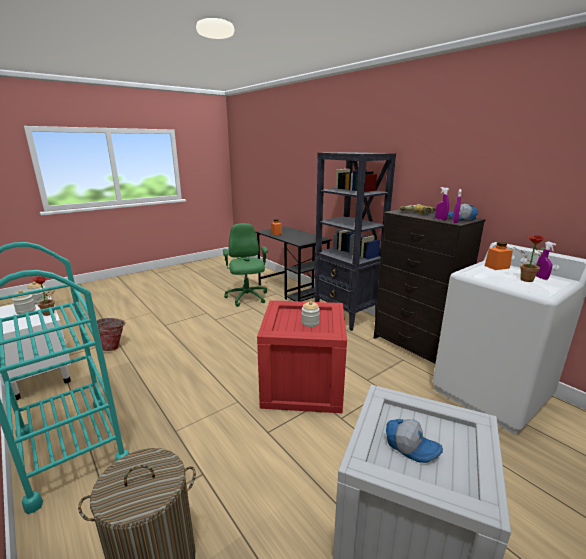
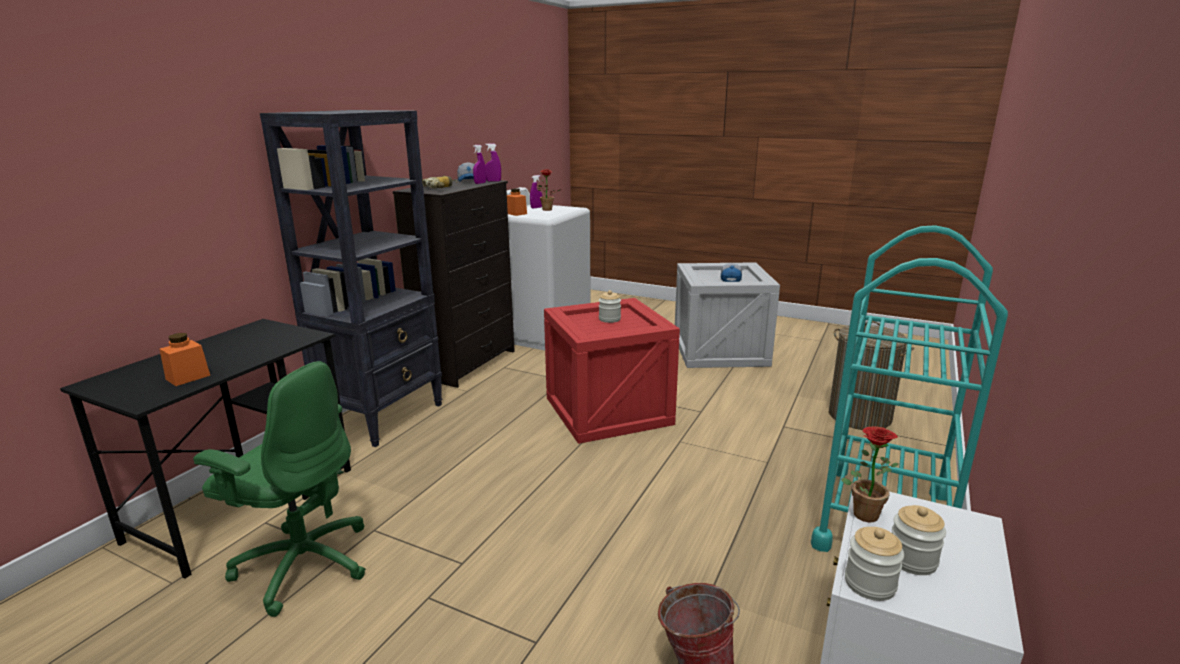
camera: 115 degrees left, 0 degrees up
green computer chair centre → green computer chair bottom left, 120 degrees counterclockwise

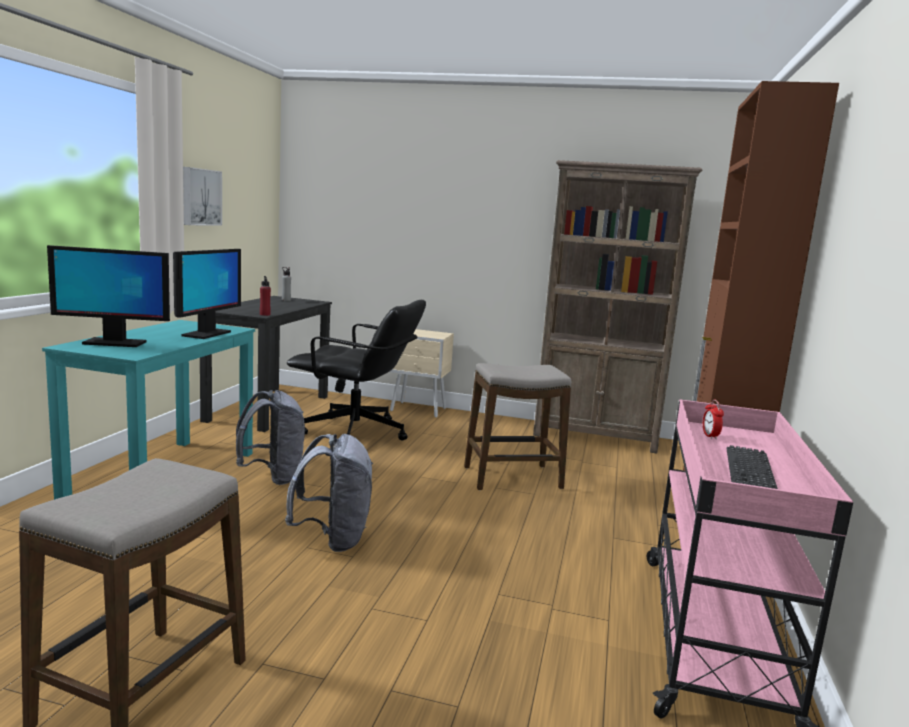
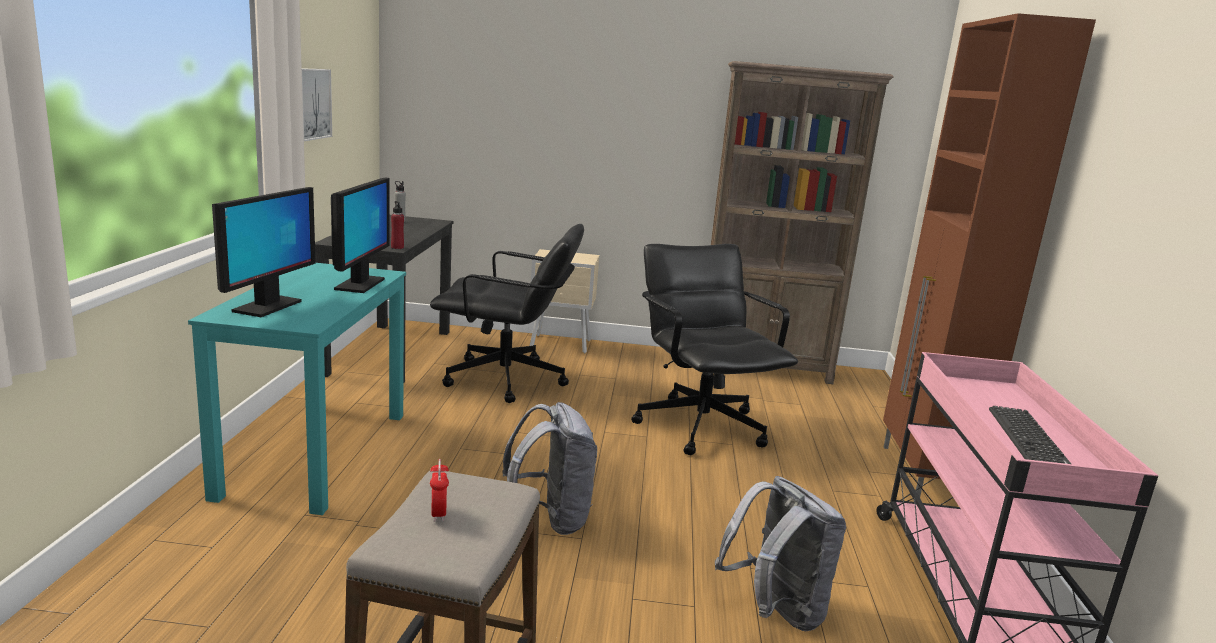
camera: 10 degrees left, 5 degrees up
computer screen (no. 1 from left) middle left, 60 degrees counterclockwise
gray knapsack (no. 1 from left in the first image) middle left → gray knapsack (no. 2 from left) bottom centre, shifted
stool (no. 2 from left) centre → black computer chair (no. 2 from left) centre
alarm clock middle right → alarm clock bottom centre, shifted

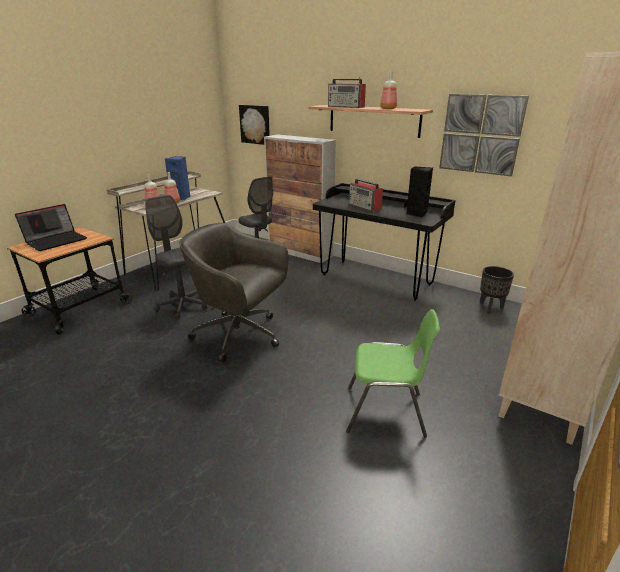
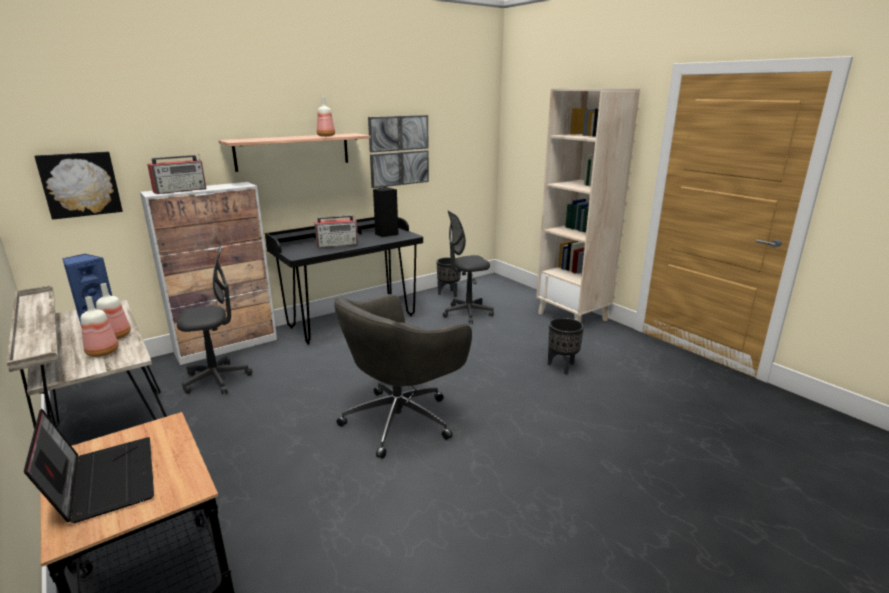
camera: 70 degrees left, 5 degrees down
gray computer chair (no. 1 from left in the first image) middle left → gray computer chair (no. 3 from left) centre, shifted
radio set (no. 1 from left) top centre → radio set (no. 1 from left) top left, shifted
green upright chair centre → black planter (no. 2 from left) centre

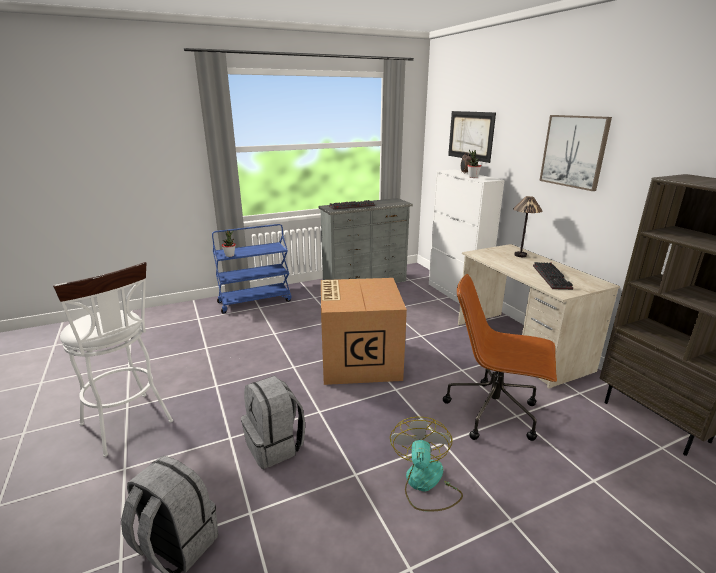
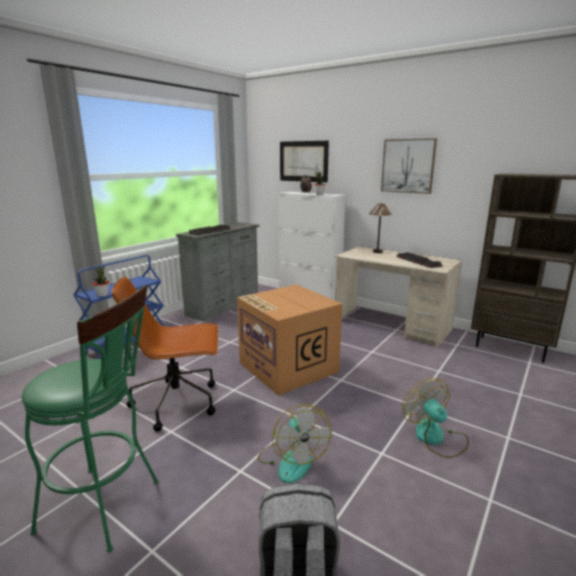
camera: 30 degrees left, 5 degrees down
white-coloured stool middle left → green stool bottom left
gray knapsack (no. 2 from left) bottom centre → fan (no. 1 from left) bottom centre
brown-coloured computer chair middle right → brown-coloured computer chair middle left, shifted

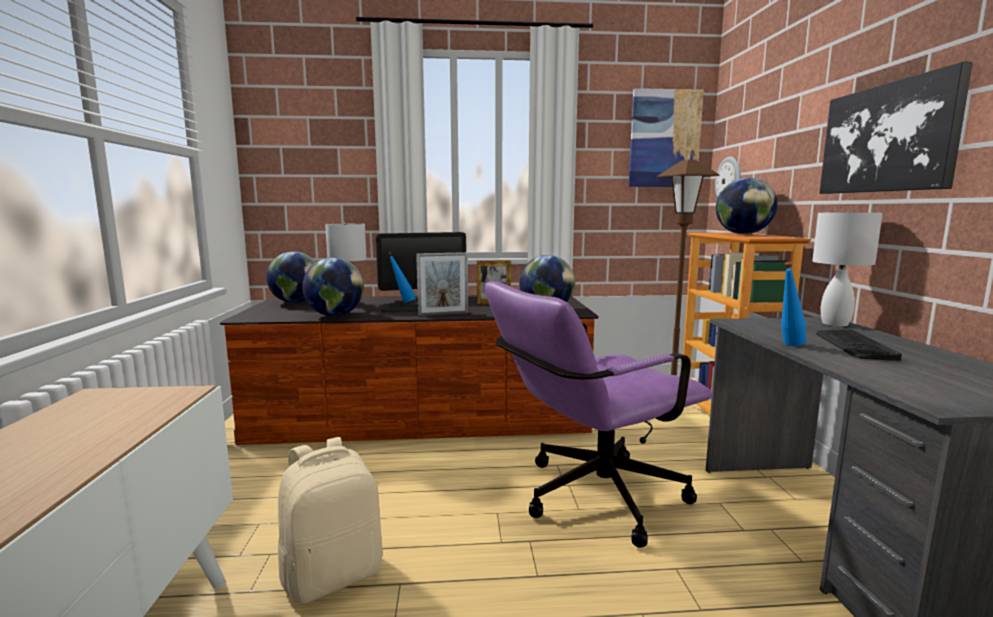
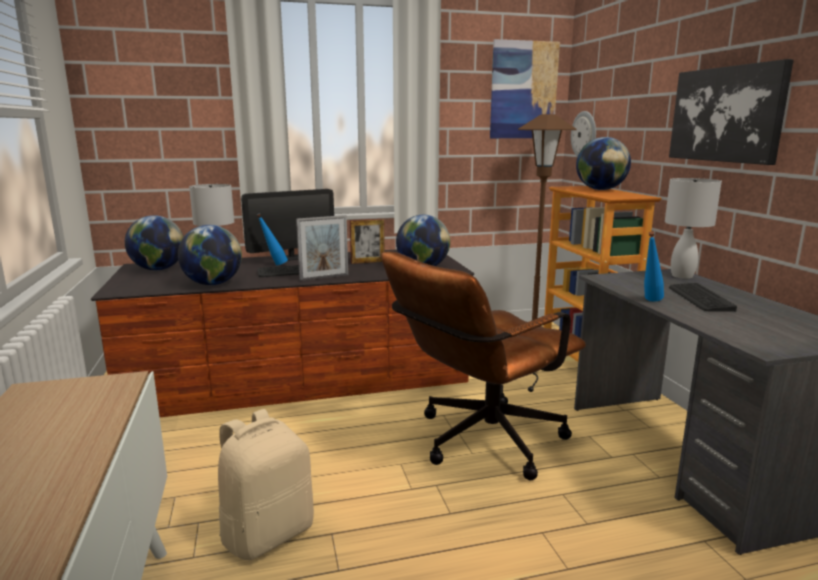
camera: 10 degrees left, 5 degrees up
purple-coloured computer chair bottom centre → brown-coloured computer chair centre

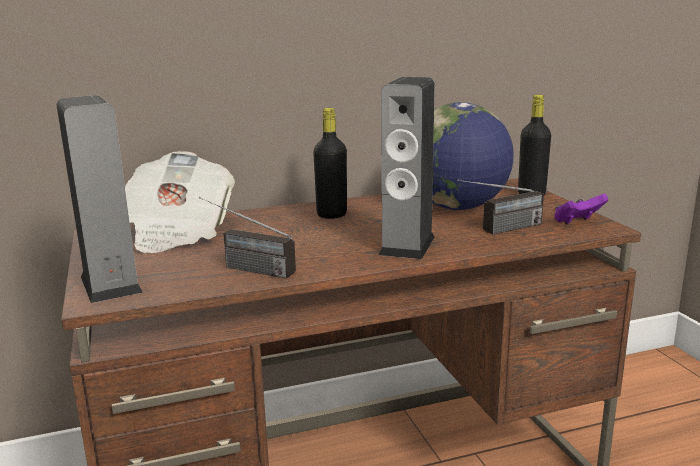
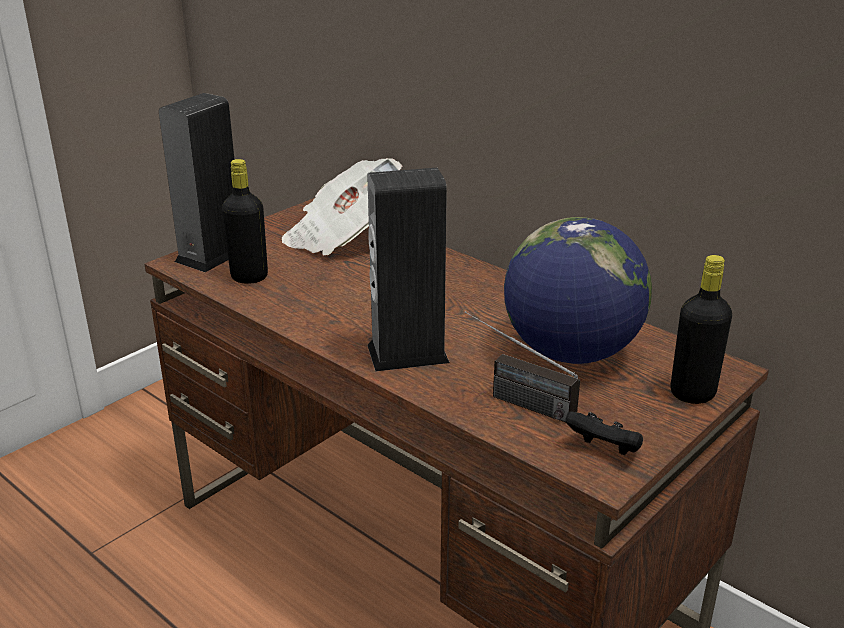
camera: 60 degrees right, 10 degrees up
radio set (no. 1 from left) centre → -
black drink bottle (no. 1 from left) centre → black drink bottle (no. 1 from left) middle left, shifted
purple-coloured gamepad middle right → black gamepad bottom right

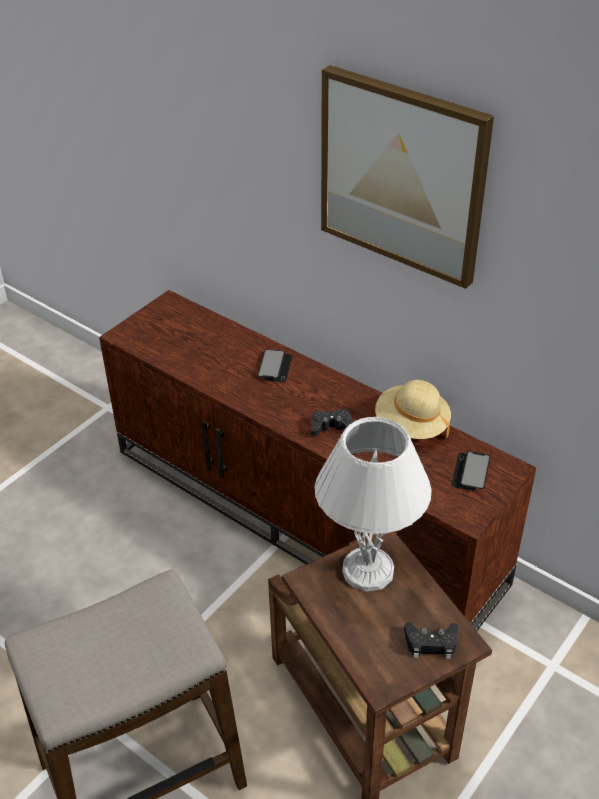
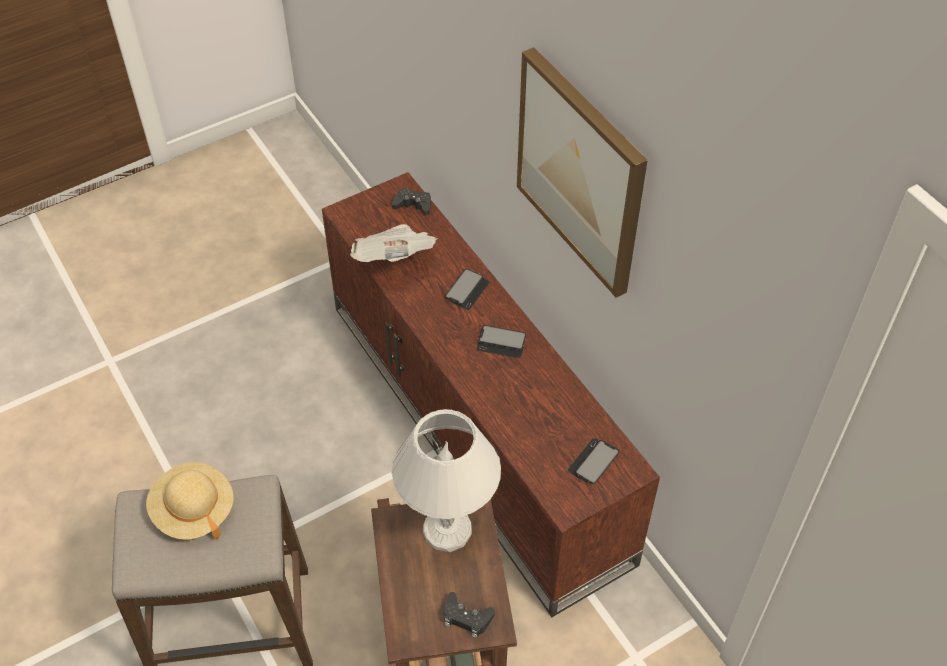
camera: 20 degrees right, 10 degrees up
black gamepad (no. 1 from left) centre → black gamepad (no. 1 from left) top centre, shifted
beige hat middle right → beige hat bottom left, shifted
- → printed paper centre
- → telephone (no. 2 from left) centre

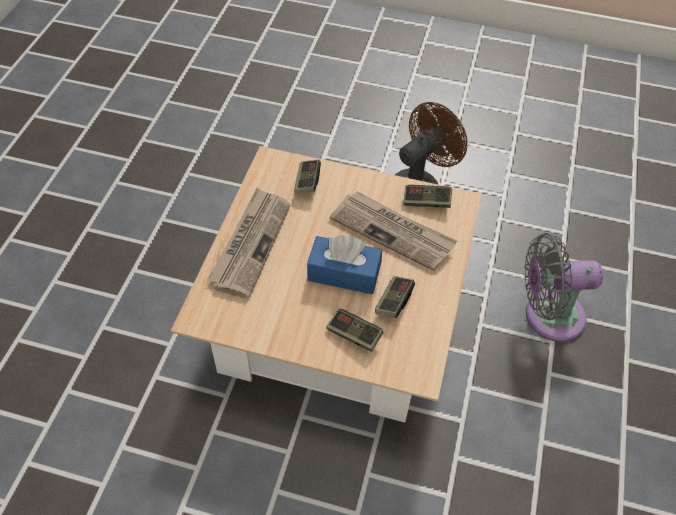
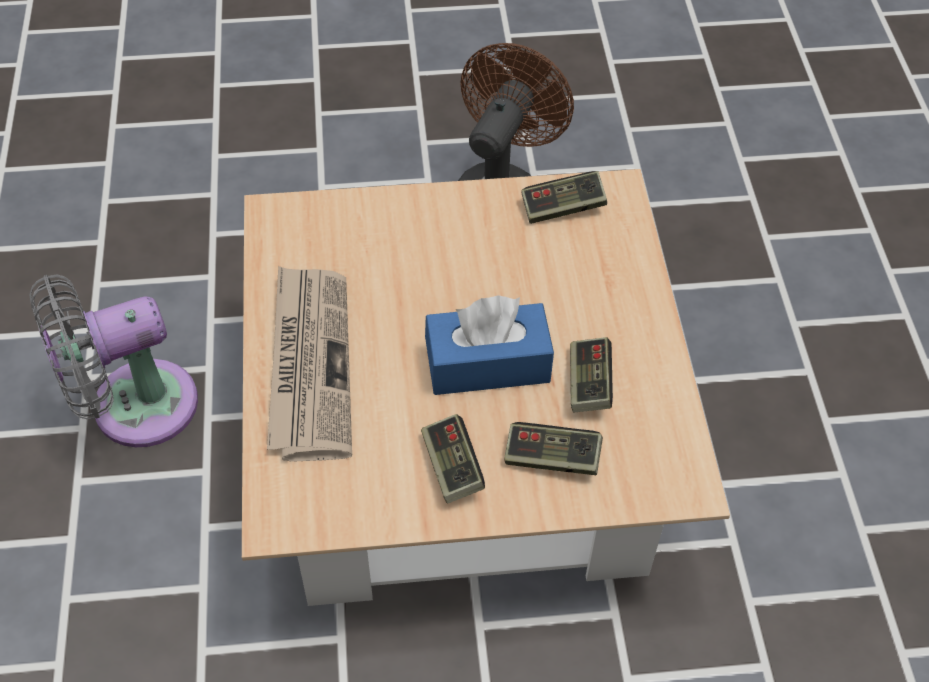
camera: 20 degrees left, 0 degrees up
gamepad (no. 1 from left) centre → gamepad (no. 1 from left) bottom centre, shifted
printed paper (no. 2 from left) centre → -
gray fan middle right → gray fan middle left, shifted

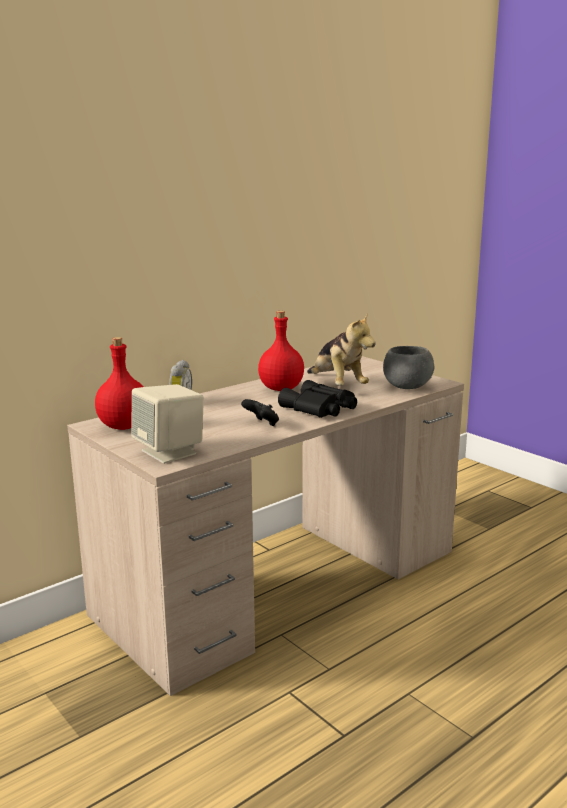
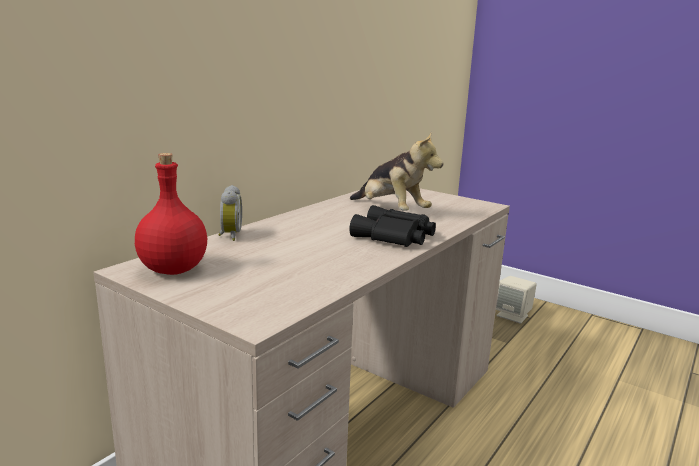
camera: 15 degrees left, 0 degrees up
beige audio speaker middle left → beige audio speaker middle right, shifted
black gamepad centre → -
red-coloured drink bottle (no. 2 from left) centre → -
gray bowl middle right → -

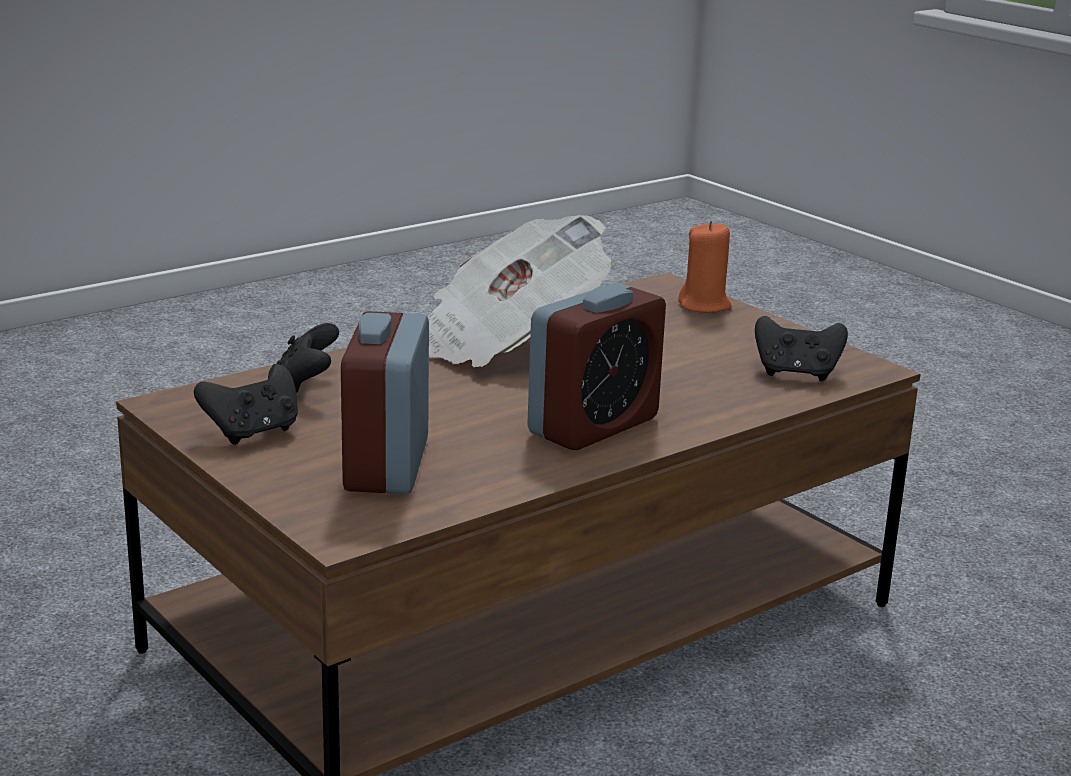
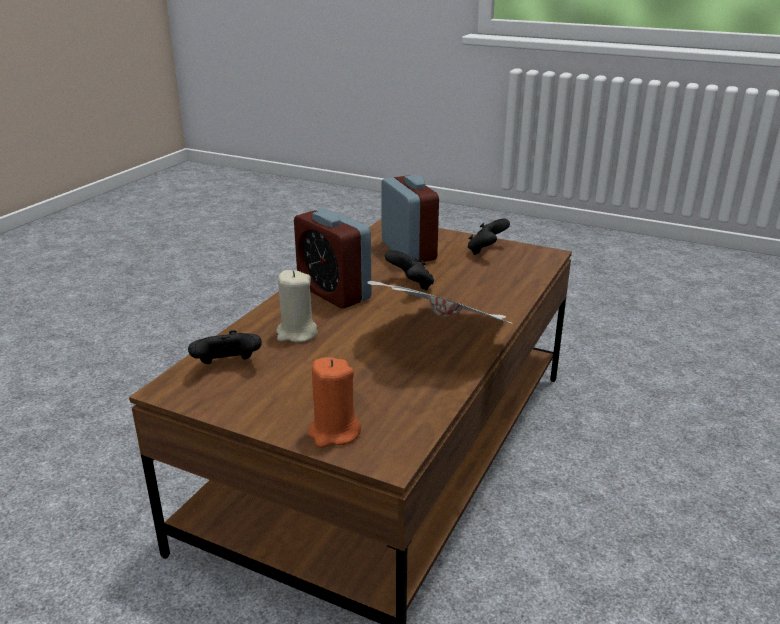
camera: 155 degrees right, 5 degrees up
black gamepad (no. 2 from left) middle left → black gamepad (no. 2 from left) centre, shifted
alarm clock (no. 2 from left in the first image) centre → alarm clock (no. 1 from left) centre, 60 degrees counterclockwise
- → beige wax candle centre

